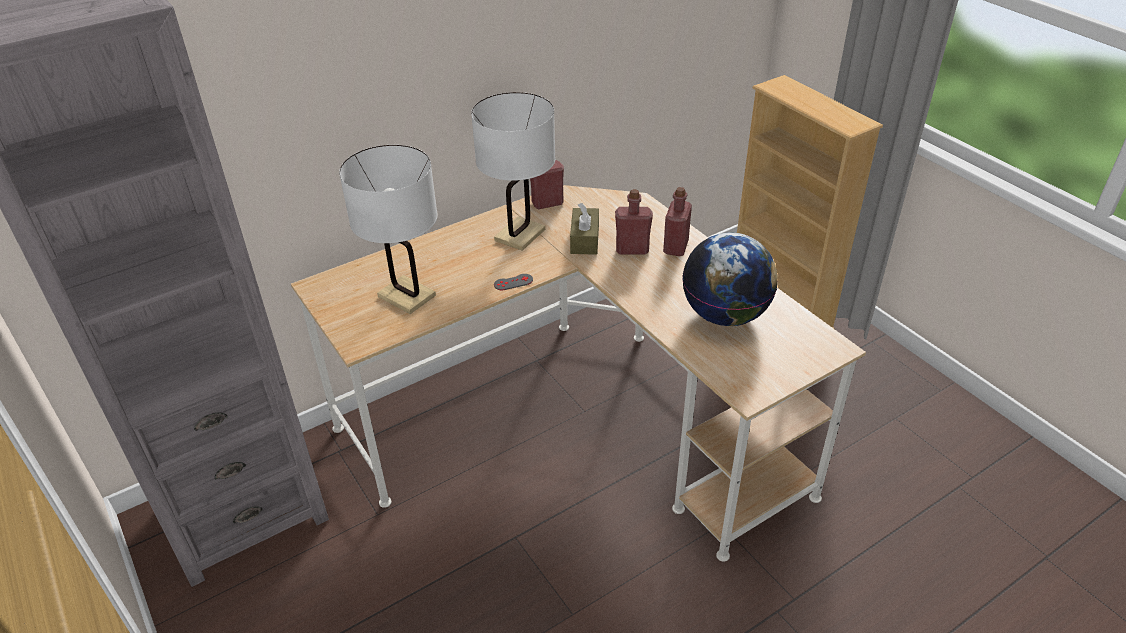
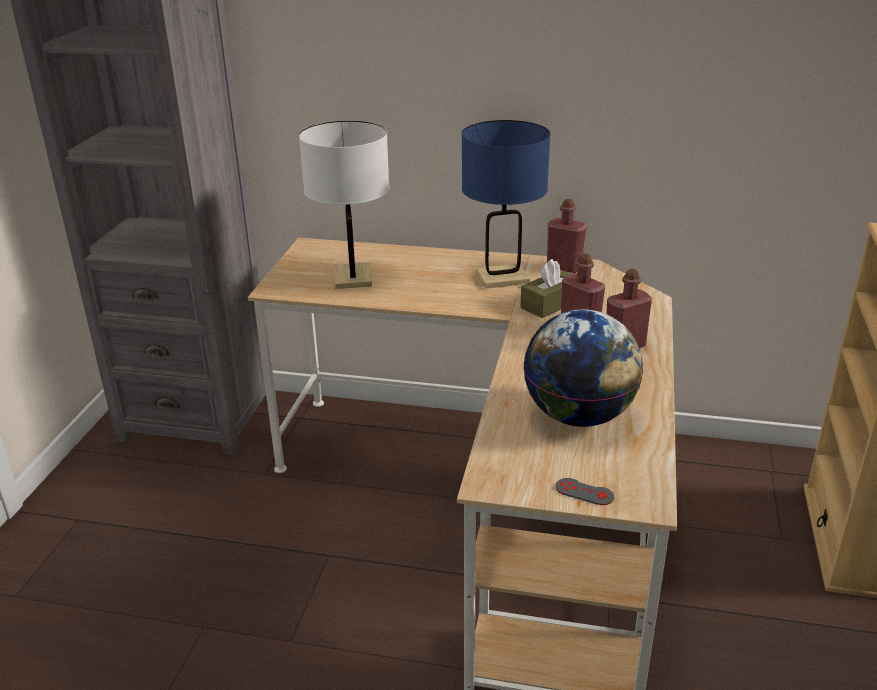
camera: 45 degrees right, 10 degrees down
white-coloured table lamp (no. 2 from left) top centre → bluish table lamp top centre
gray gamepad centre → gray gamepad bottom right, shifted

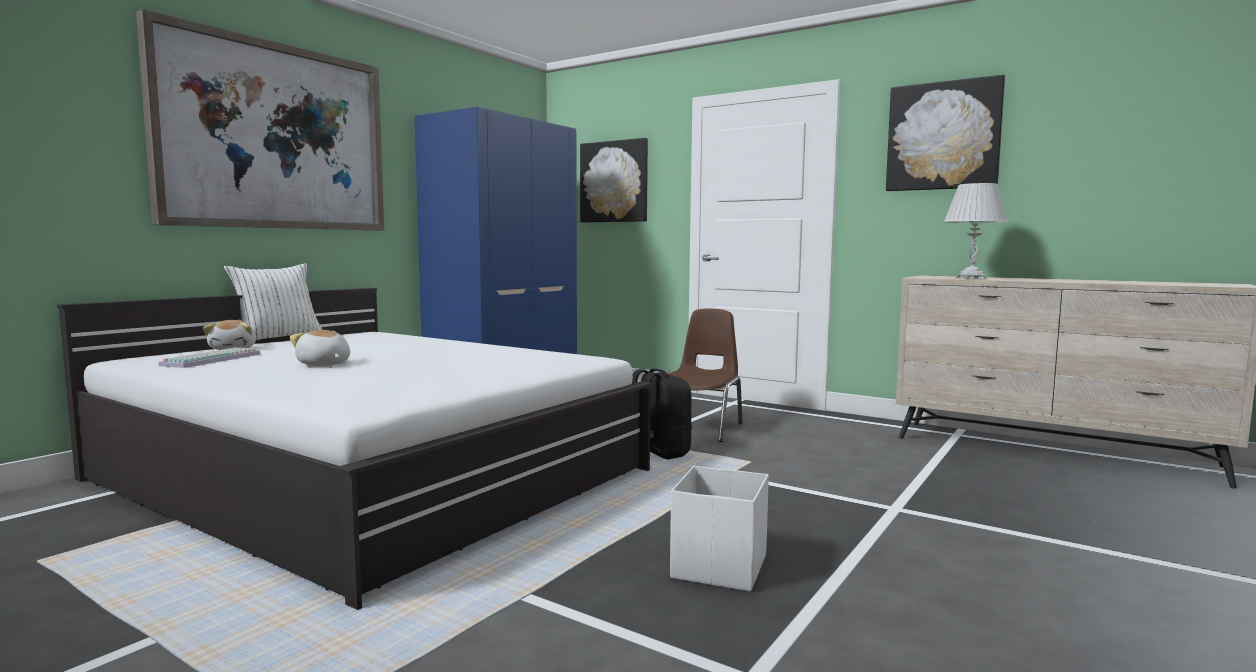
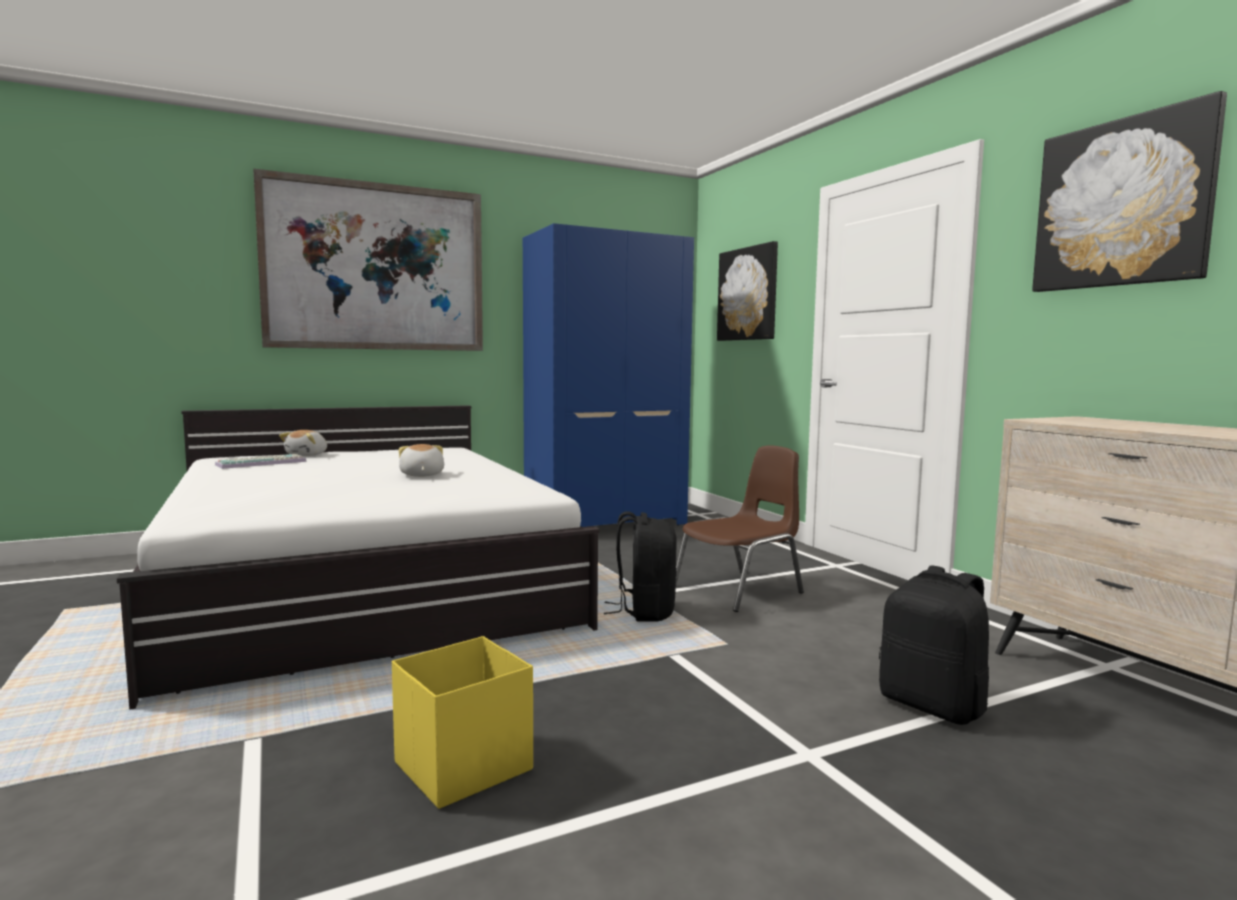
camera: 30 degrees right, 0 degrees up
white-coloured cushion middle left → -
soft toy (no. 2 from left) middle left → soft toy (no. 2 from left) centre, shifted
white-coloured storage box bottom centre → yellow-coloured storage box bottom centre
white-coloured table lamp middle right → -
- → black knapsack (no. 2 from left) bottom right

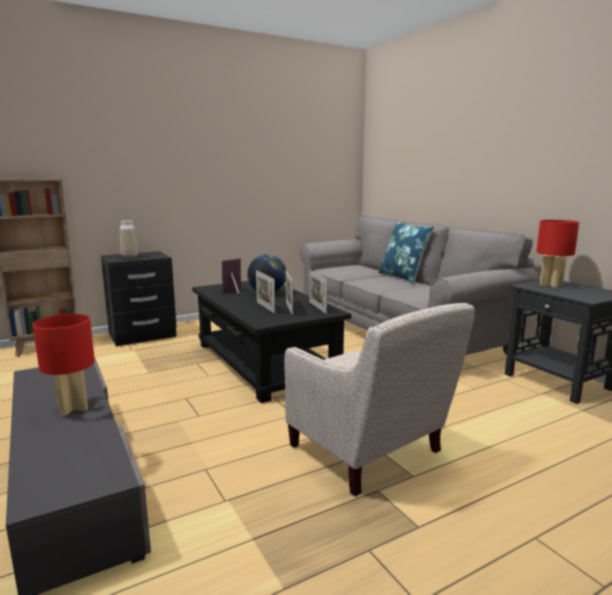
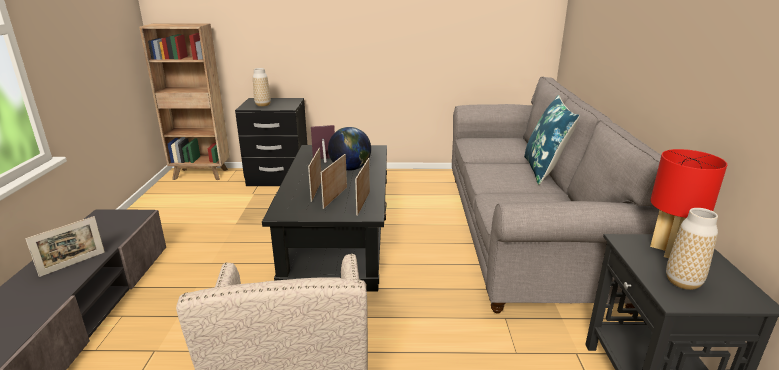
camera: 30 degrees right, 10 degrees up
red-coloured table lamp (no. 1 from left) middle left → picture frame (no. 1 from left) middle left
- → decorative vase (no. 2 from left) bottom right

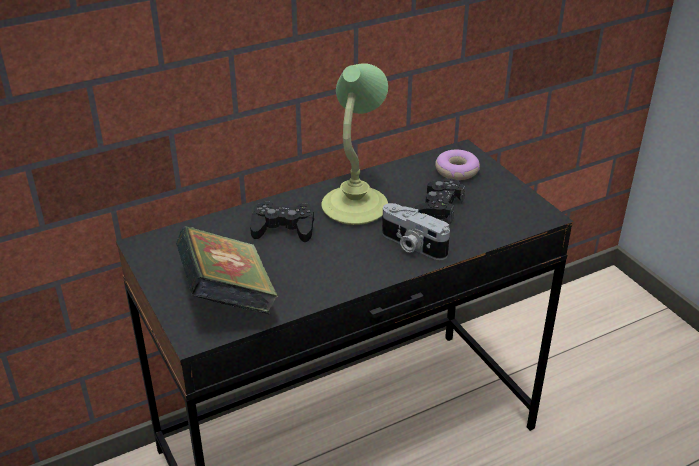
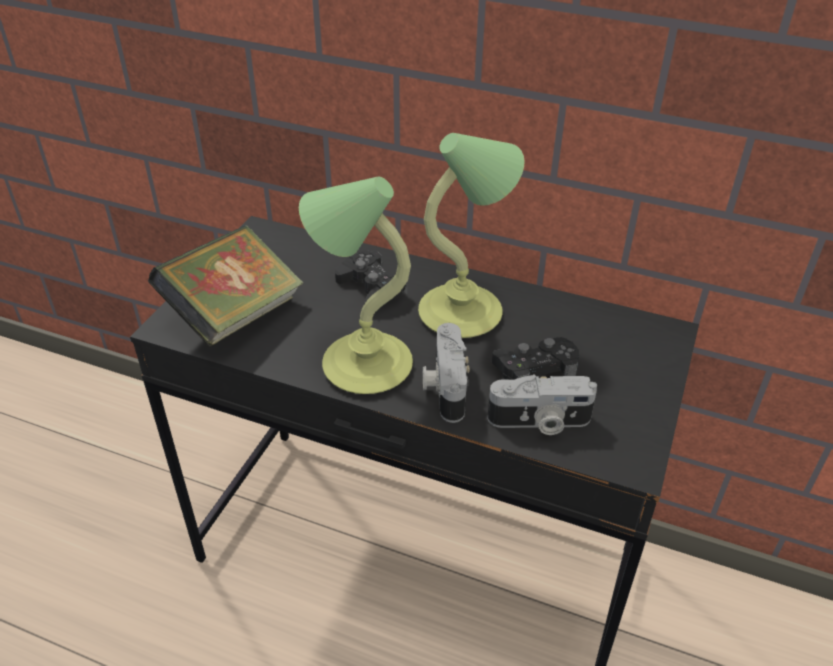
camera: 50 degrees right, 5 degrees up
ring doughnut centre → -
- → table lamp (no. 1 from left) centre
- → photo camera (no. 2 from left) centre

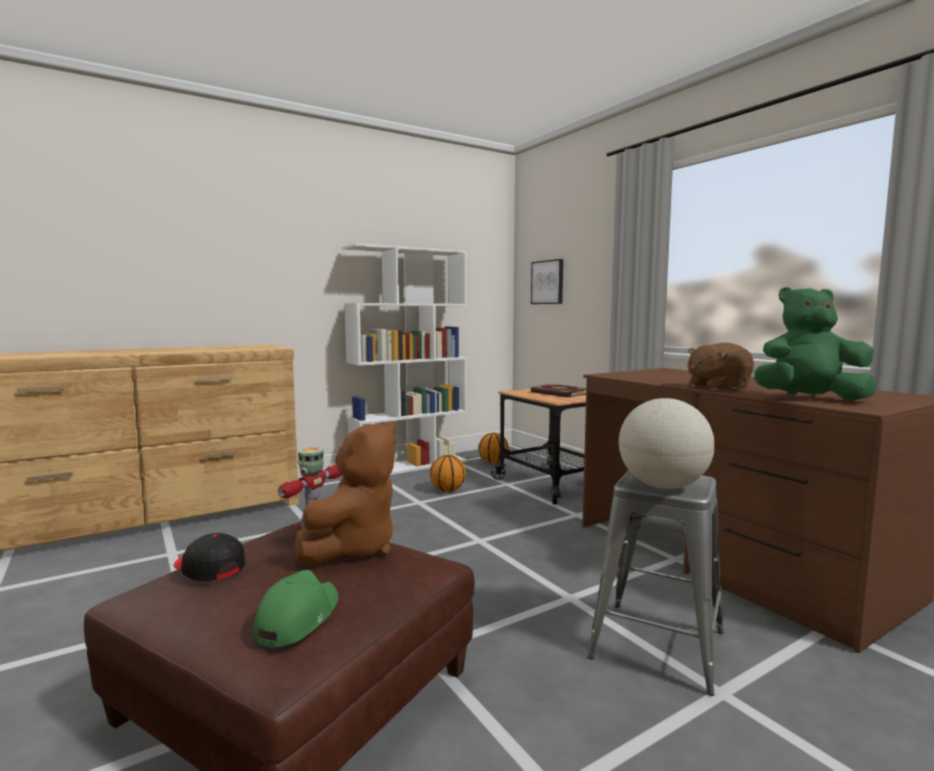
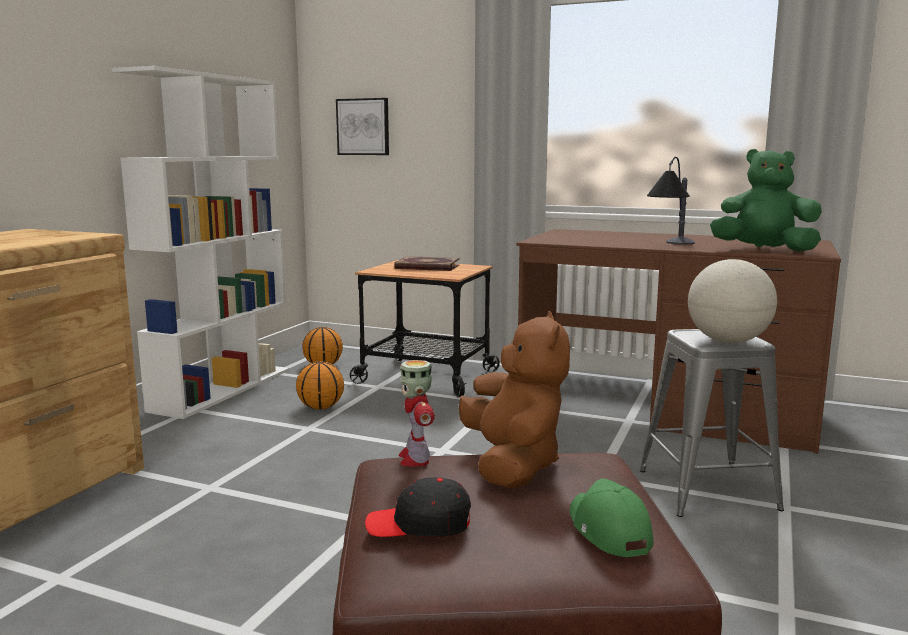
camera: 35 degrees left, 5 degrees up
brown-coloured soft toy (no. 2 from left) middle right → table lamp top right
green soft toy middle right → green soft toy top right, 45 degrees clockwise

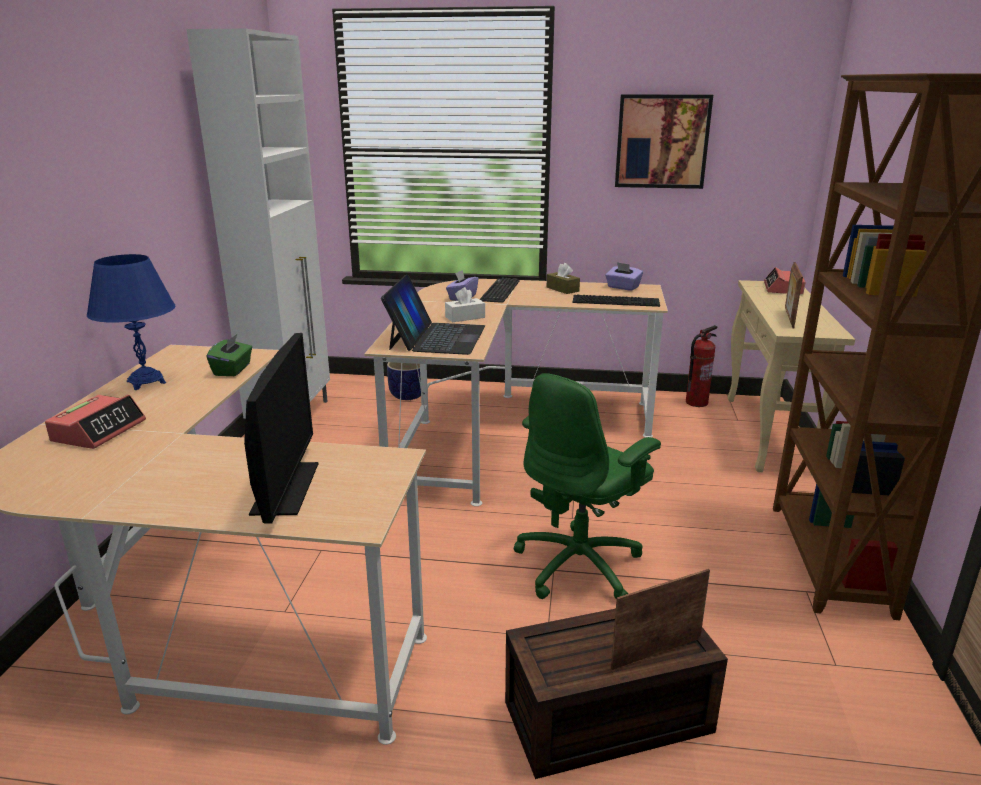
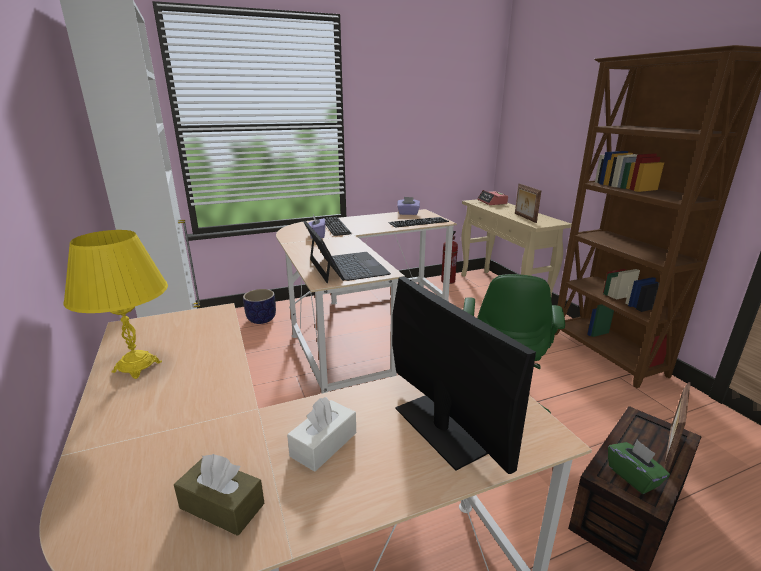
camera: 30 degrees left, 0 degrees up
alarm clock (no. 1 from left) middle left → -
bluish table lamp middle left → yellow-coloured table lamp middle left
green box of tissues middle left → green box of tissues bottom right, shifted
white-coloured box of tissues centre → white-coloured box of tissues bottom centre, shifted
brown-coloured box of tissues centre → brown-coloured box of tissues bottom left, shifted
picture top right → -

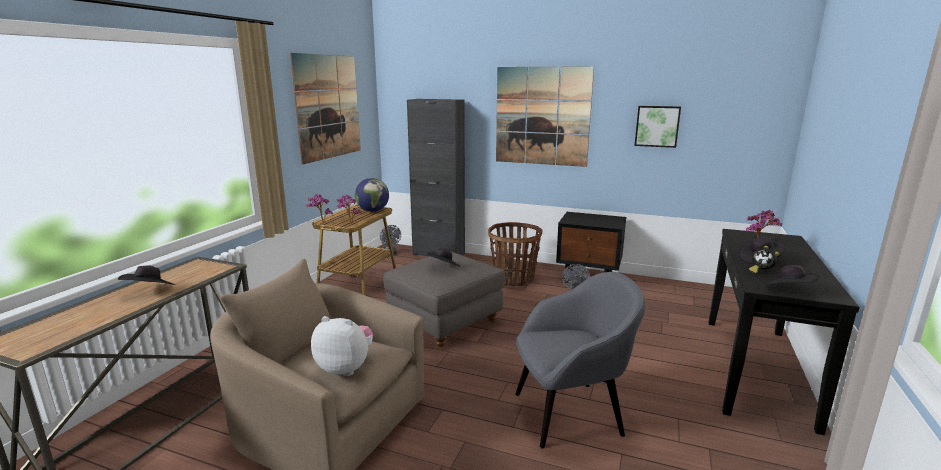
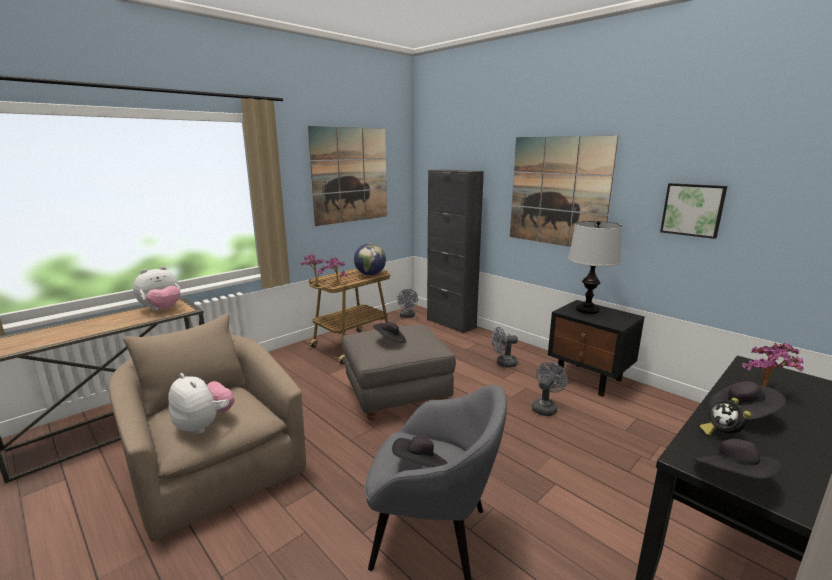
camera: 25 degrees right, 0 degrees up
black hat (no. 1 from left in the first image) middle left → black hat (no. 2 from left) bottom centre, shifted
basket centre → gray fan (no. 2 from left) centre
- → soft toy (no. 1 from left) middle left
- → table lamp middle right

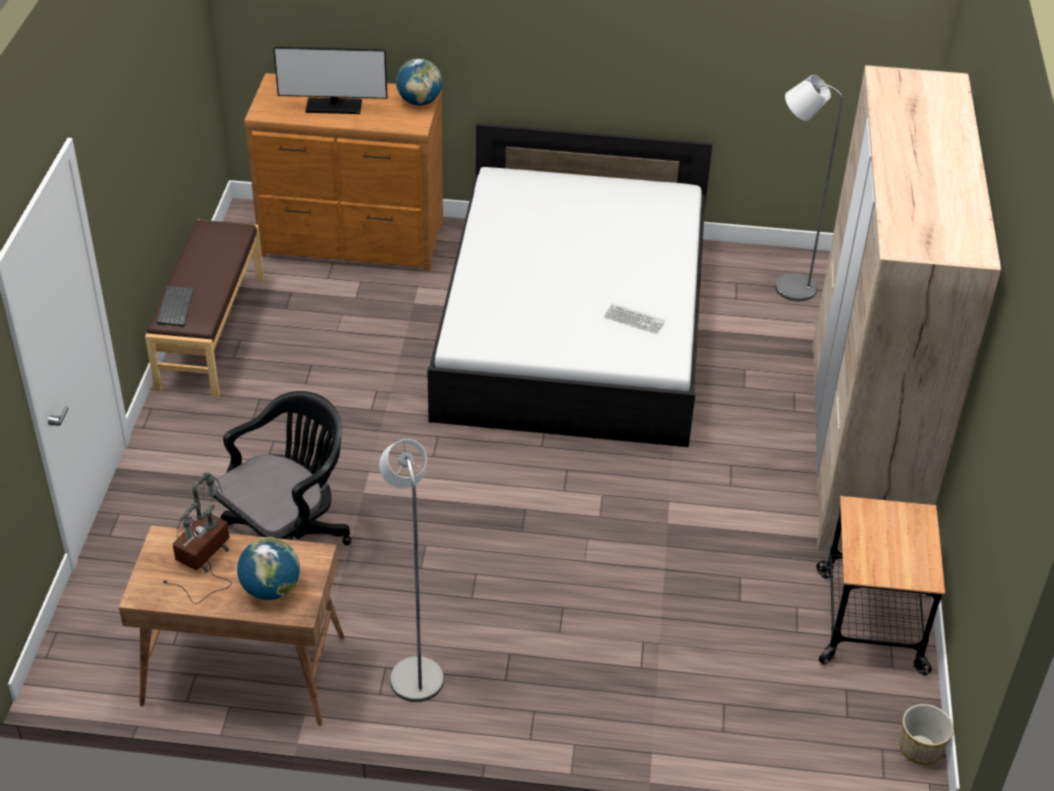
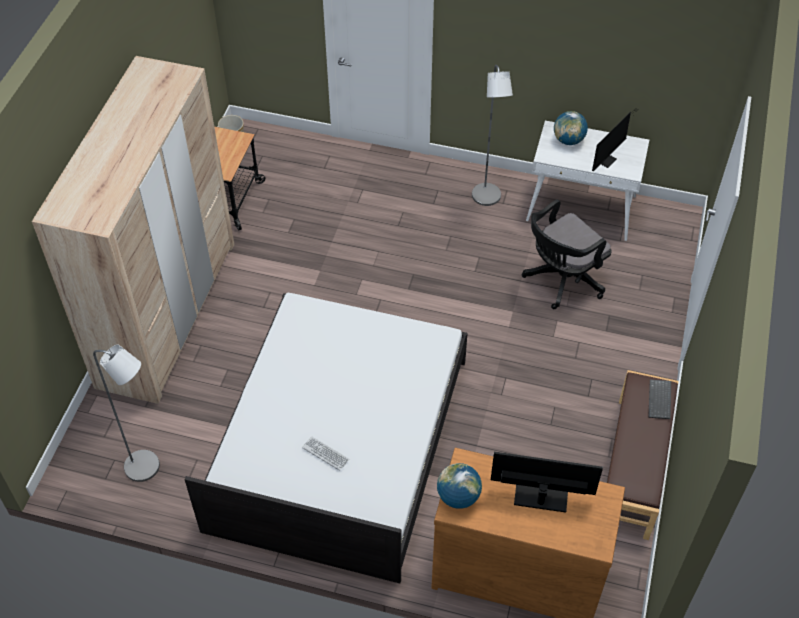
camera: 170 degrees left, 10 degrees up
brown-coloured desk table bottom left → white-coloured desk table top right
table lamp bottom left → computer screen (no. 2 from left) top right
keyboard (no. 2 from left in the first image) centre → keyboard (no. 1 from left) bottom centre, shifted

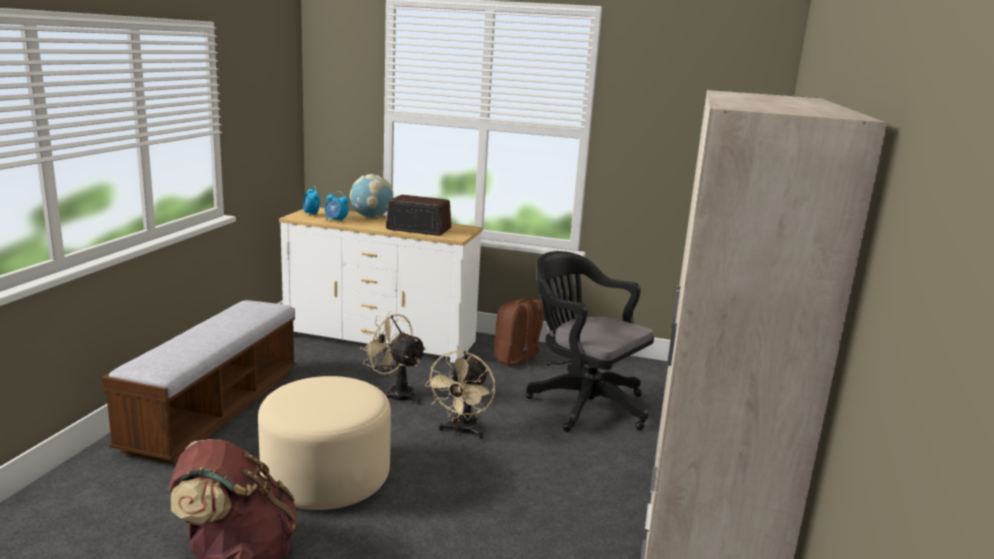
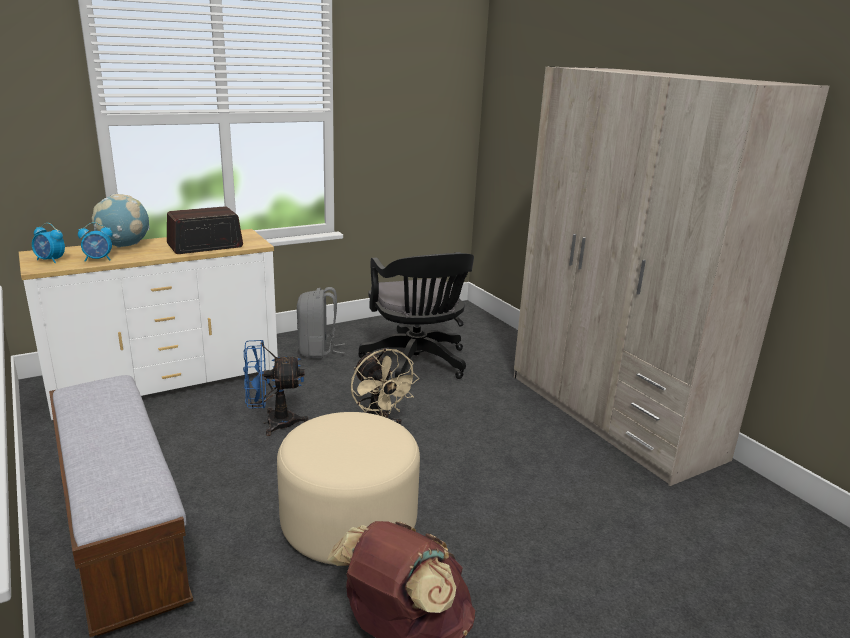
camera: 45 degrees left, 5 degrees up
beige fan (no. 1 from left) centre → bluish fan middle left
brown-coloured knapsack (no. 2 from left) centre → gray knapsack centre
black computer chair centre, 105 degrees counterclockwise

